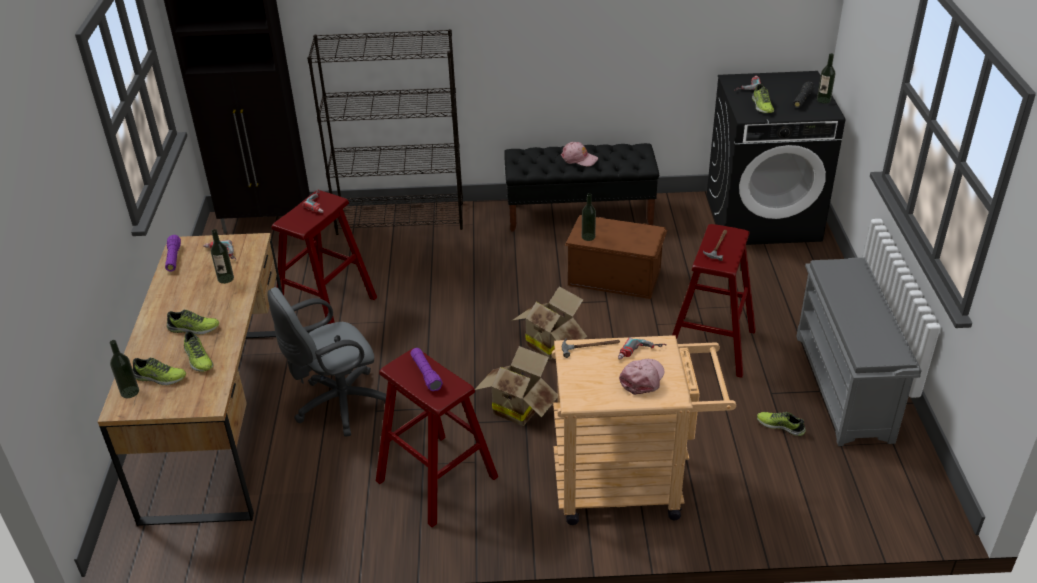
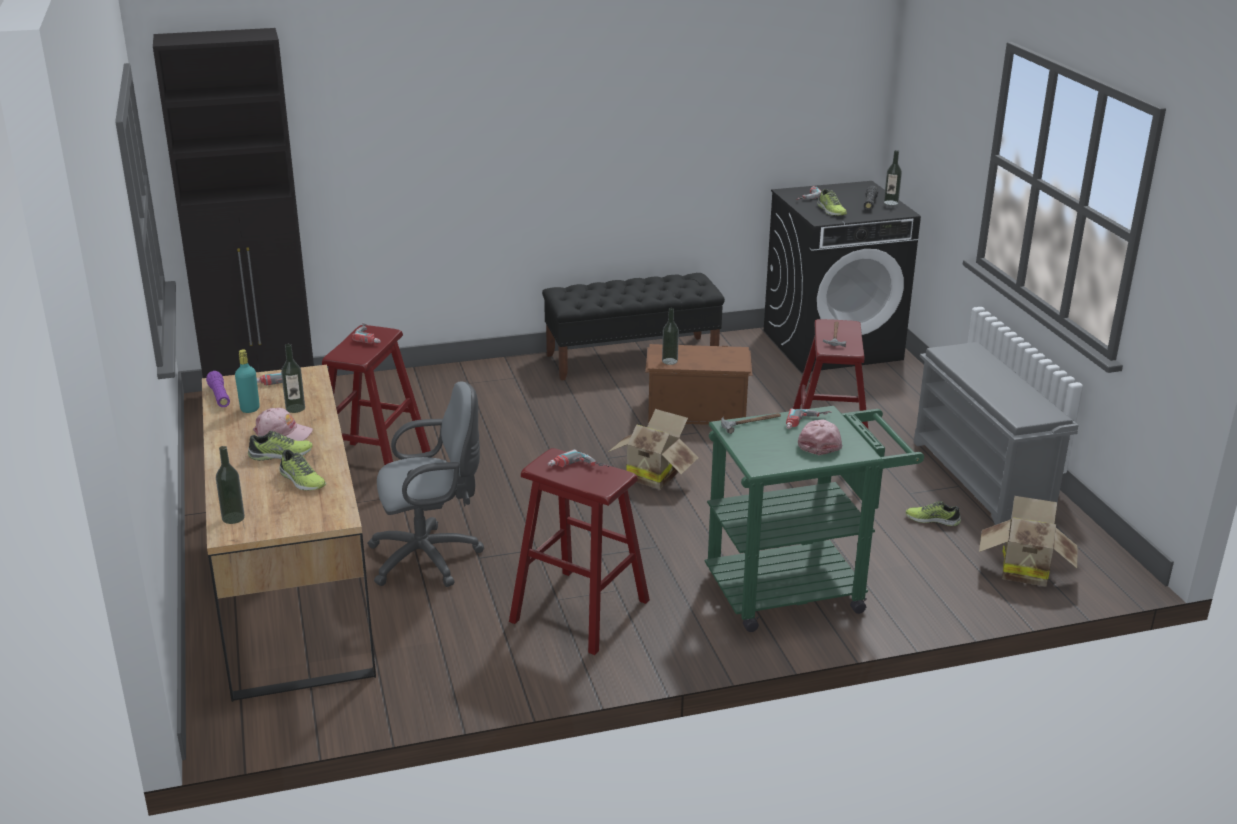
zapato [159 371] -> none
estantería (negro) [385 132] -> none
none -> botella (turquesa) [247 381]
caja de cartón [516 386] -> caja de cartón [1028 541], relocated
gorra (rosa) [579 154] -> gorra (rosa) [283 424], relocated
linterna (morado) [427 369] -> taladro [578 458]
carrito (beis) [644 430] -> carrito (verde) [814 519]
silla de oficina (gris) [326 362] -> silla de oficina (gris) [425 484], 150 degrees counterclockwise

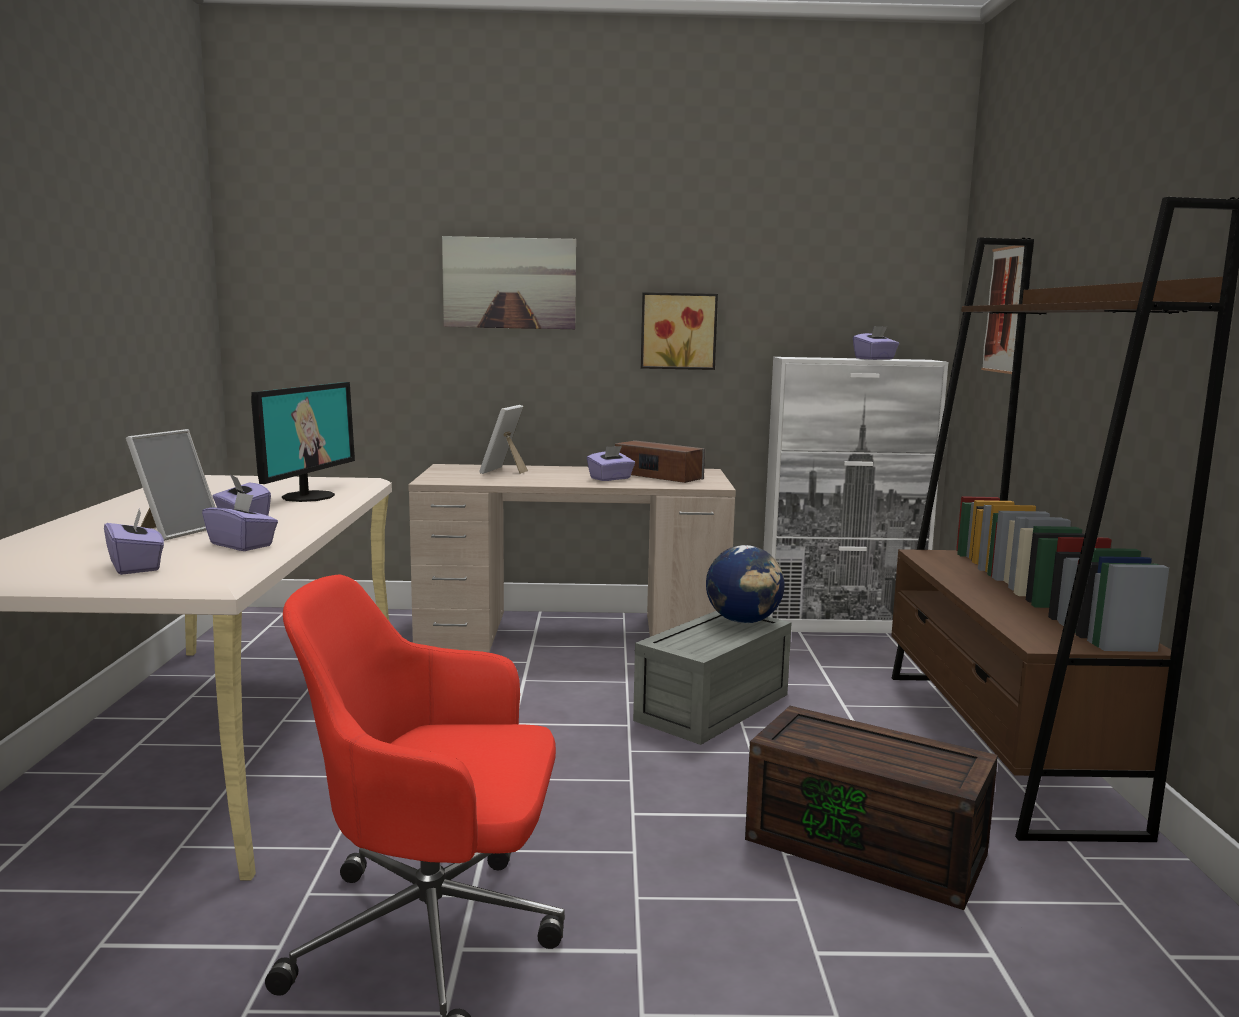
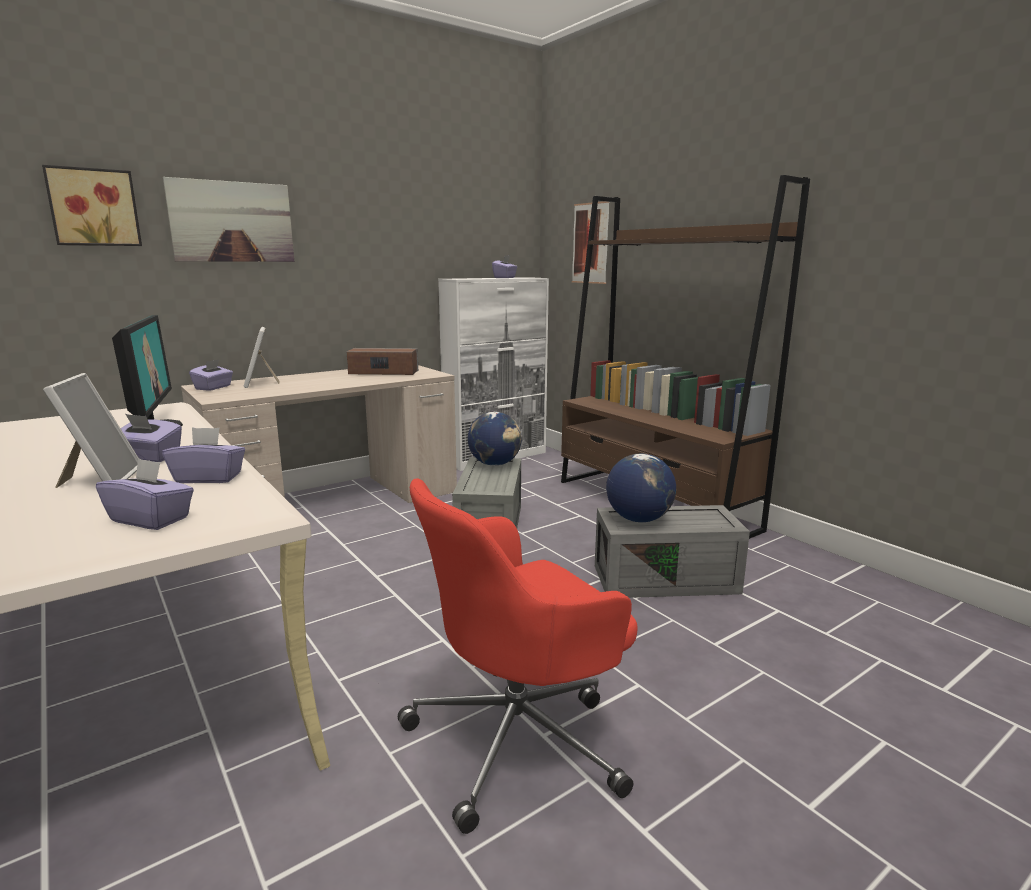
none -> globo terráqueo [641 488]
caja de pañuelos (morado) [611 463] -> caja de pañuelos (morado) [211 375], relocated
cuadro [679 331] -> cuadro [92 205], relocated
caja de almacenaje (marrón) [871 808] -> caja de almacenaje (gris) [672 551]

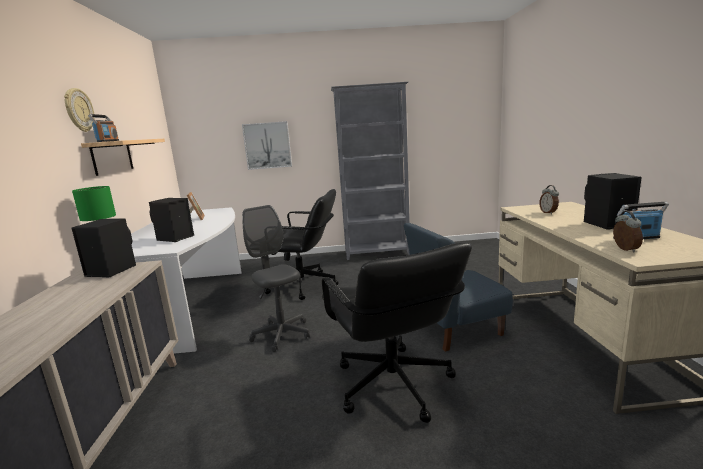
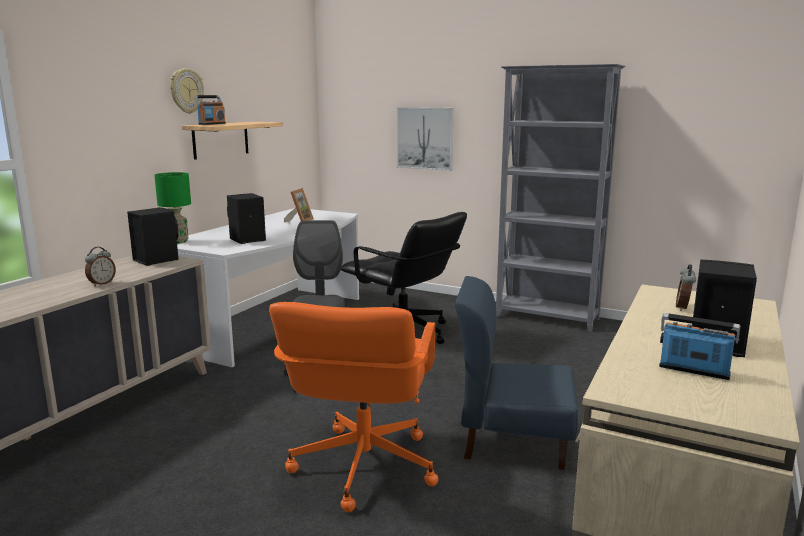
despertador [628 232] -> despertador [100 266], relocated
silla de oficina (negro) [397 333] -> silla de oficina (naranja) [353 407]

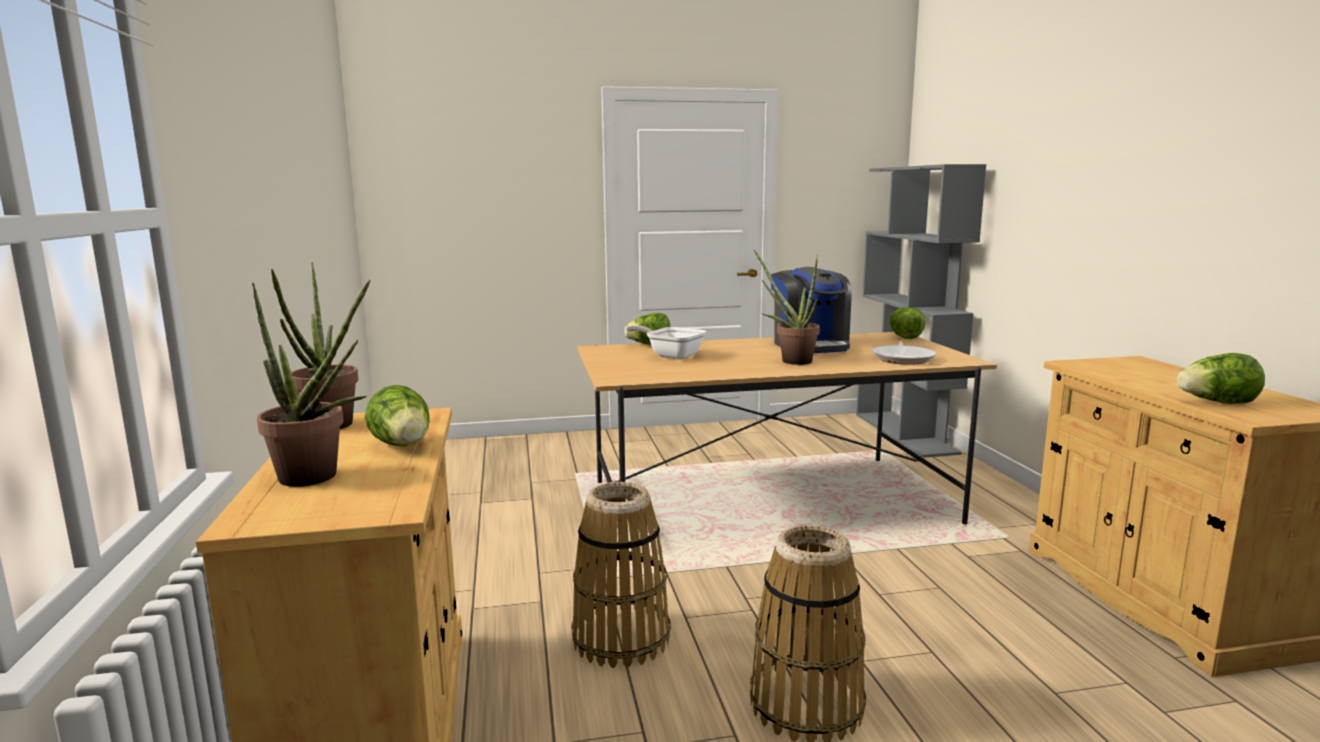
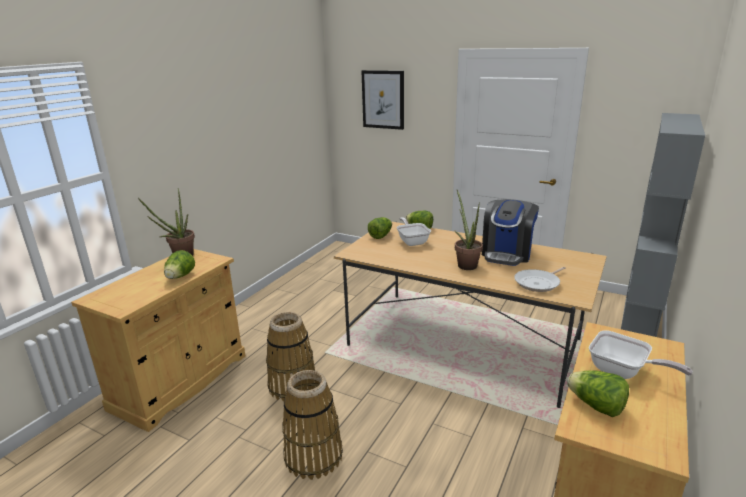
planta en maceta [311 383] -> none
none -> cuadro [382 100]
none -> sartén [641 354]
lechuga [908 323] -> lechuga [380 228], relocated

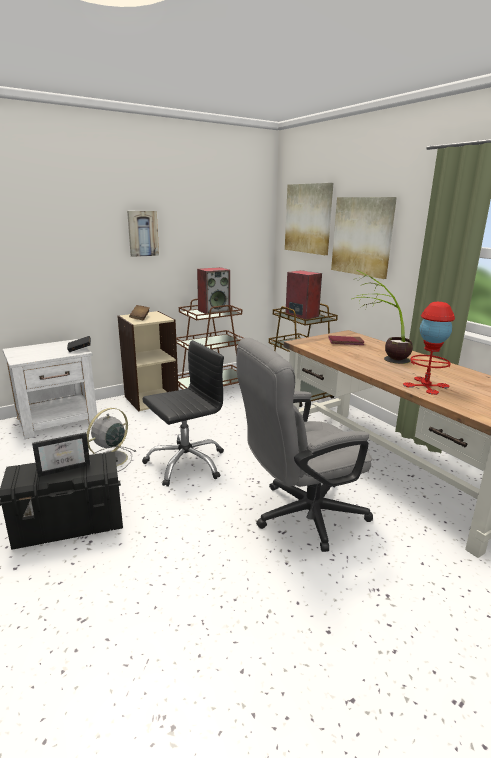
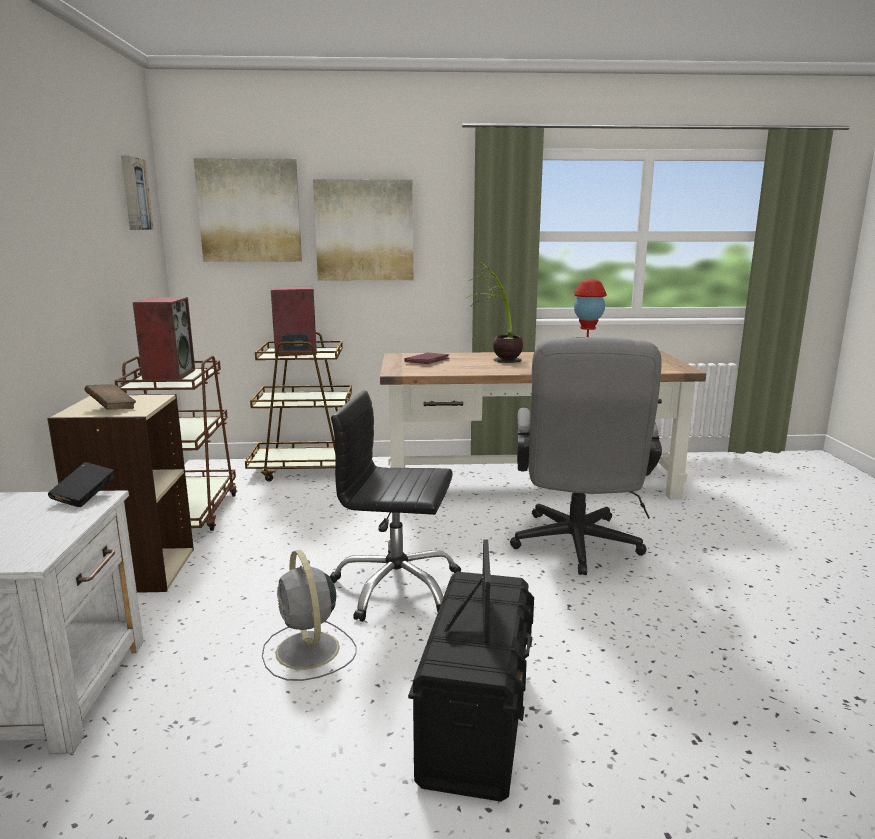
cuadro [143 234] -> cuadro [137 192], relocated
silla de oficina (negro) [183 413] -> silla de oficina (negro) [395 506], 75 degrees counterclockwise

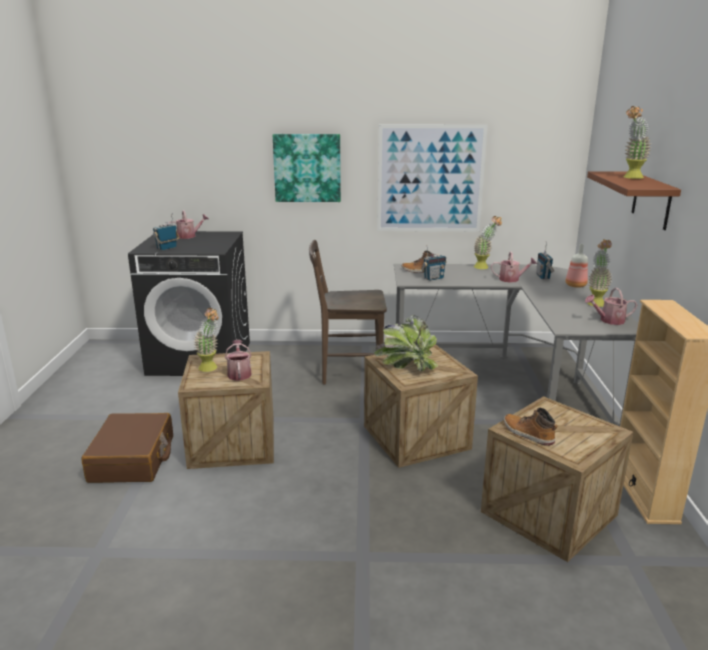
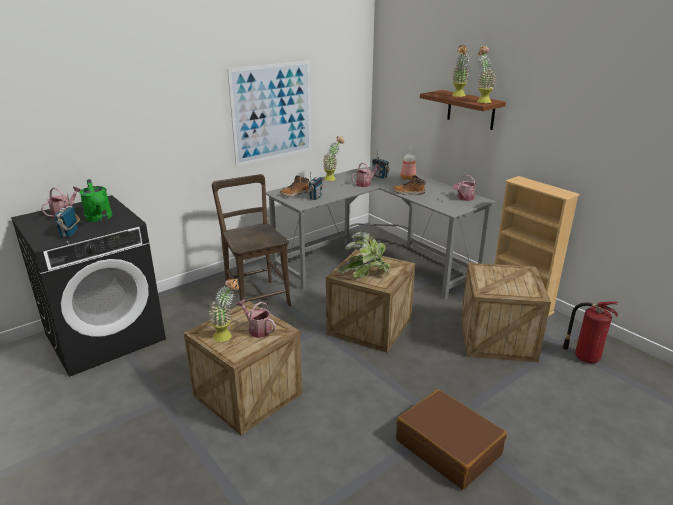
cuadro [307 168] -> none
none -> regadera (verde) [95 200]
none -> extintor [590 332]
maleta (marrón) [127 448] -> maleta (marrón) [451 439], relocated
bota [530 427] -> bota [409 185], relocated
planta en maceta [600 273] -> planta en maceta [486 74], relocated
silla (marrón) [348 312] -> silla (marrón) [251 240], 105 degrees clockwise

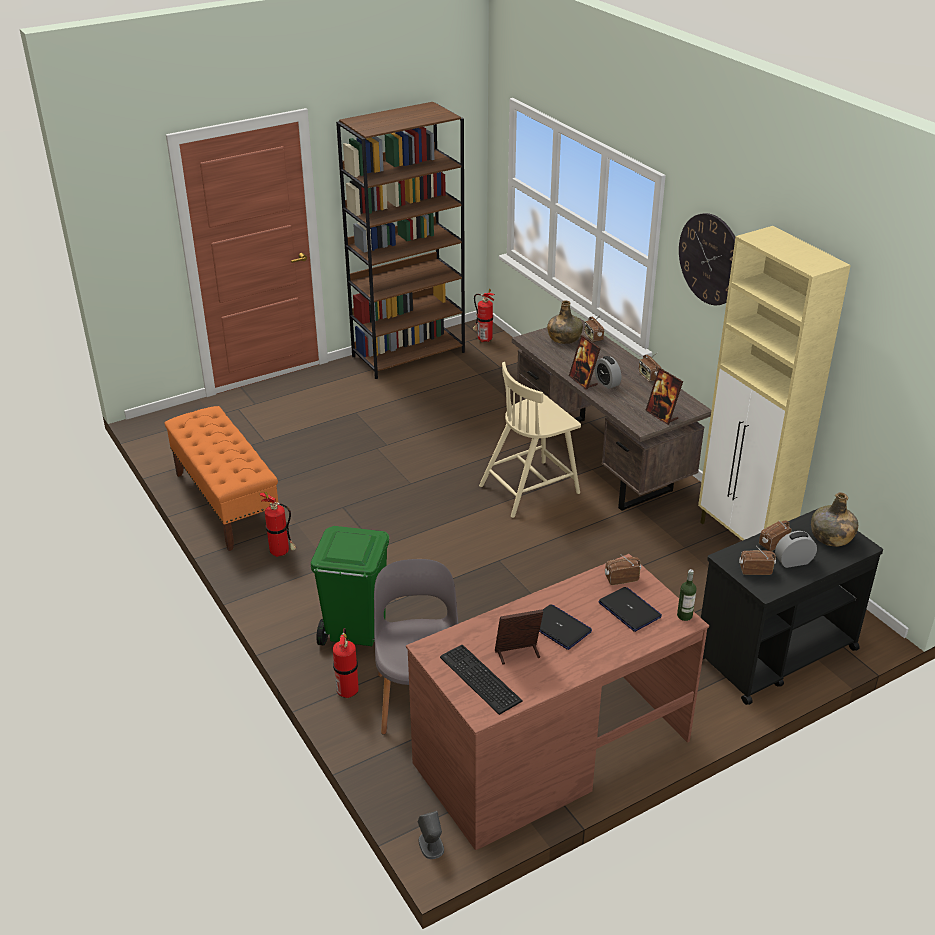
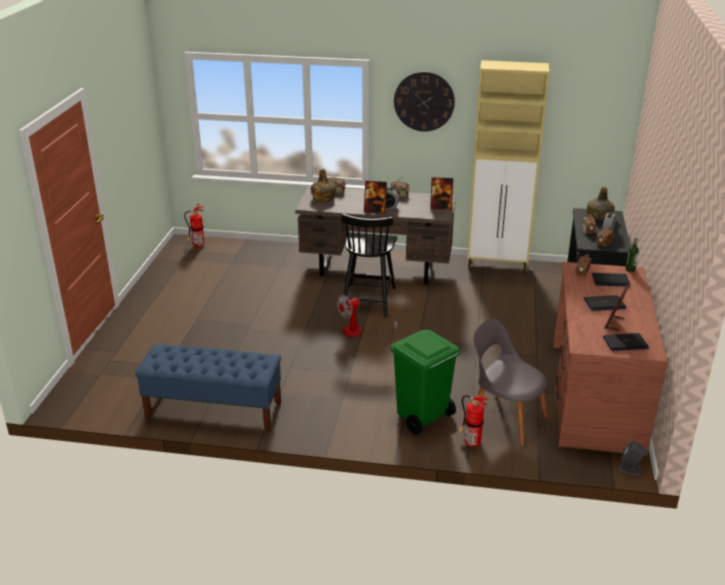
extintor [278 524] -> none
estantería (marrón) [400 240] -> none
none -> ventilador [367 318]
teclado [481 680] -> portátil [626 342]
banco (naranja) [221 478] -> banco (azul) [208 388]
silla (beis) [530 440] -> silla (negro) [369 266]

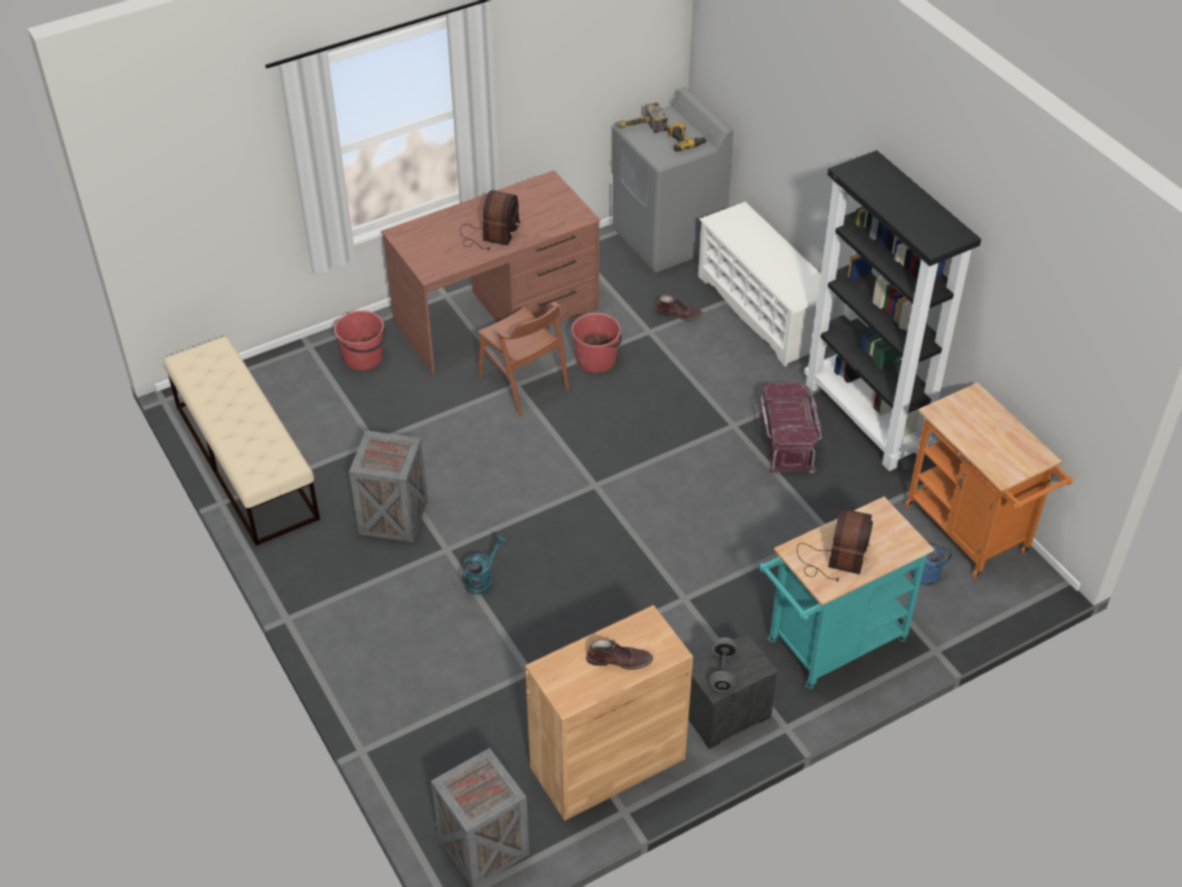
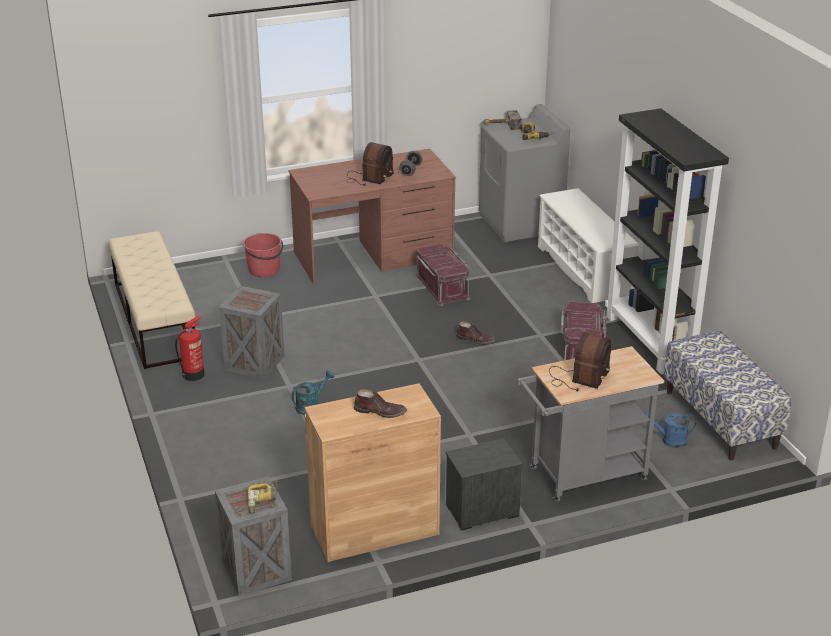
silla (marrón) [523 359] -> none
none -> extintor [190 348]
none -> taladro [262 497]
bota (marrón) [679 307] -> bota (marrón) [475 333], relocated
mancuerna (gris) [723 664] -> mancuerna (gris) [410 163], relocated
cubo (rojo) [596 343] -> caja de almacenaje (rojo) [443 275]
carrito (naranja) [989 480] -> banco [728 395]
carrito (turquesa) [846 593] -> carrito (gris) [590 424]

